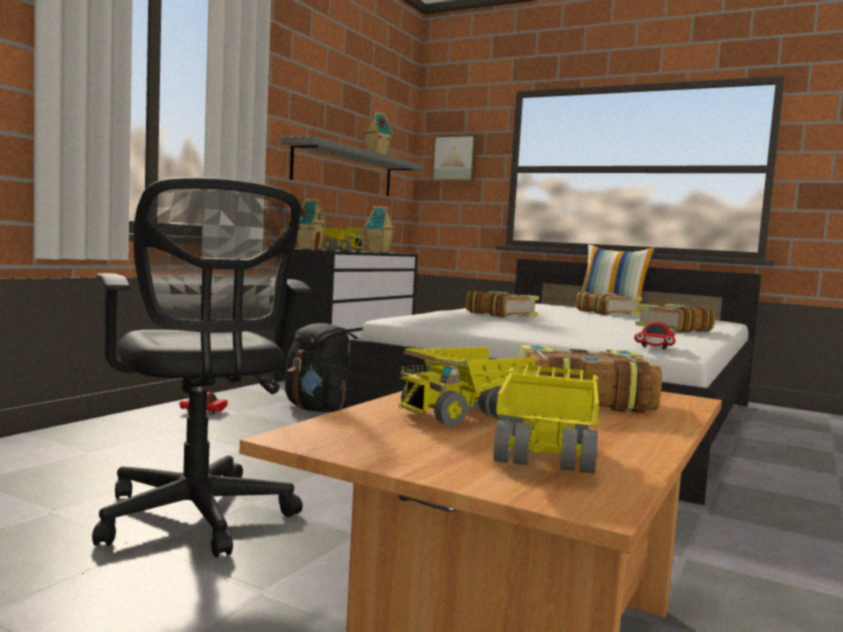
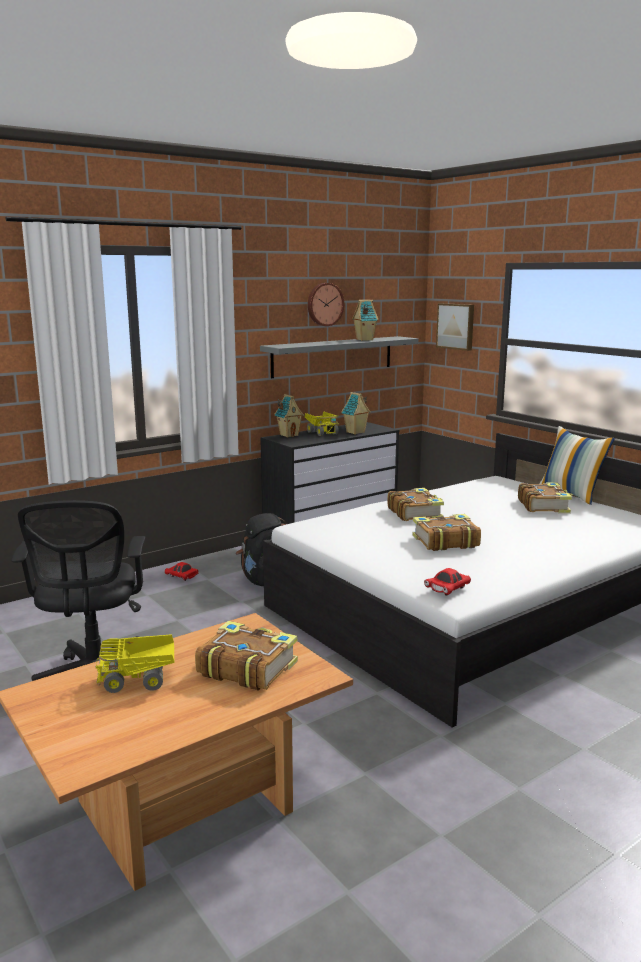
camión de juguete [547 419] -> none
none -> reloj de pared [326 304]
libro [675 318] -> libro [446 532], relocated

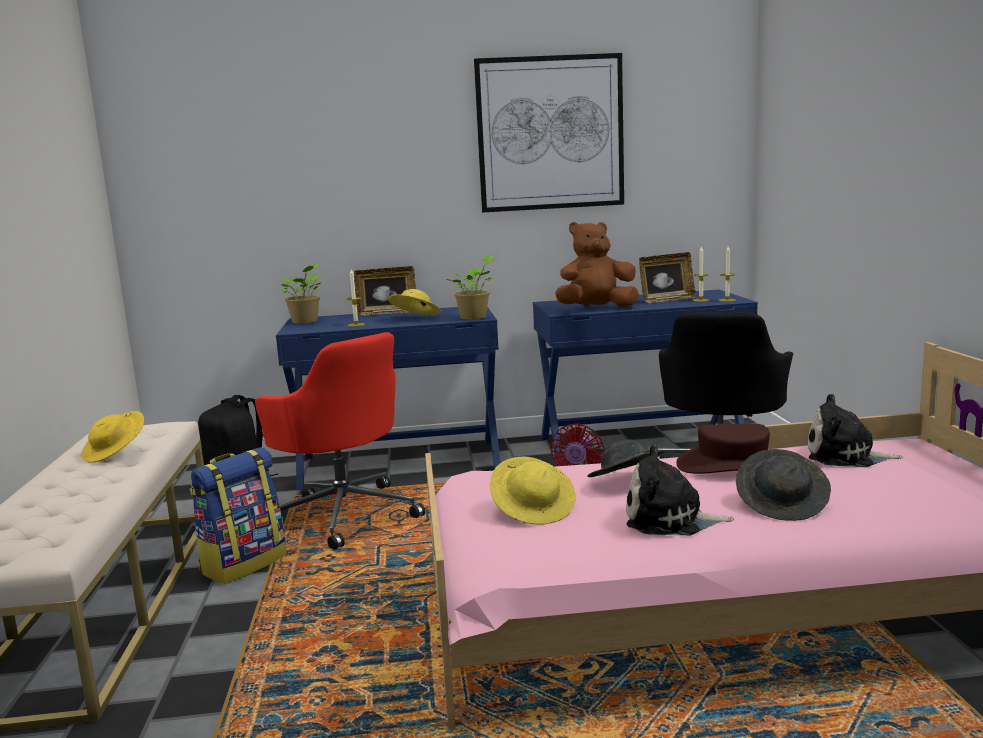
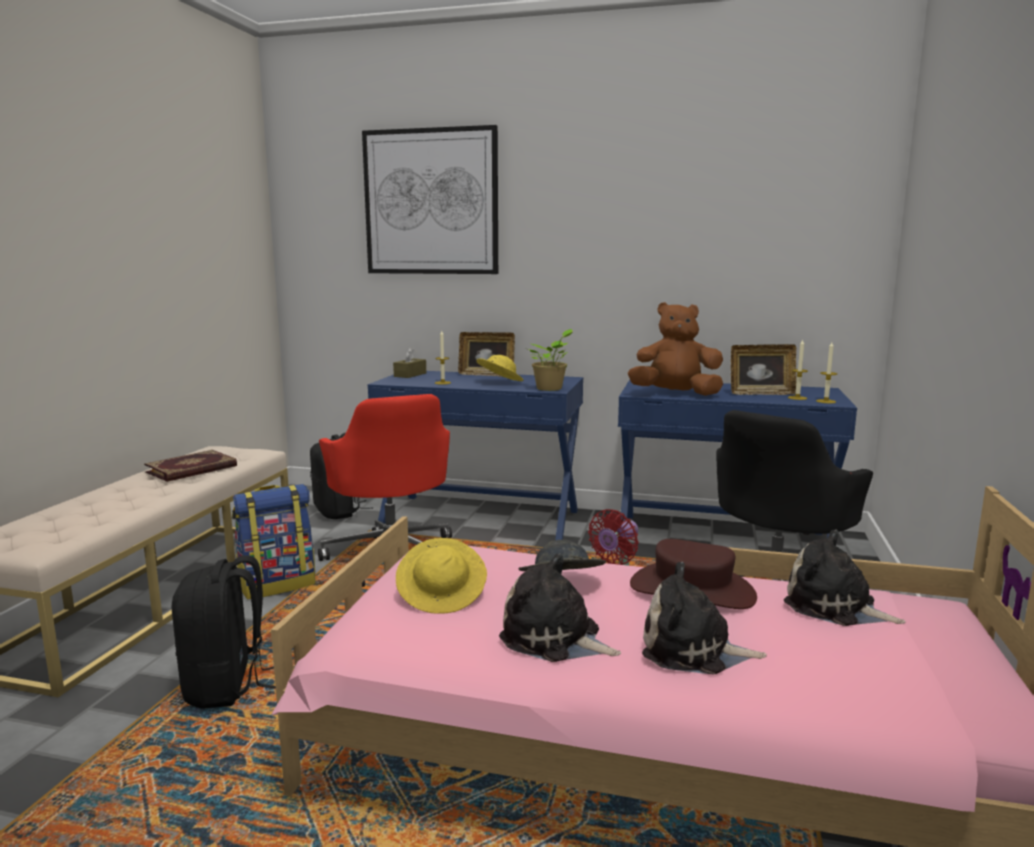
none -> mochila (negro) [224 632]
cuadro [549 132] -> cuadro [430 199], relocated
sombrero (amarillo) [112 437] -> libro [190 466]
planta en maceta [301 293] -> caja de pañuelos (marrón) [409 362]
sombrero (gris) [783 485] -> peluche [704 618]

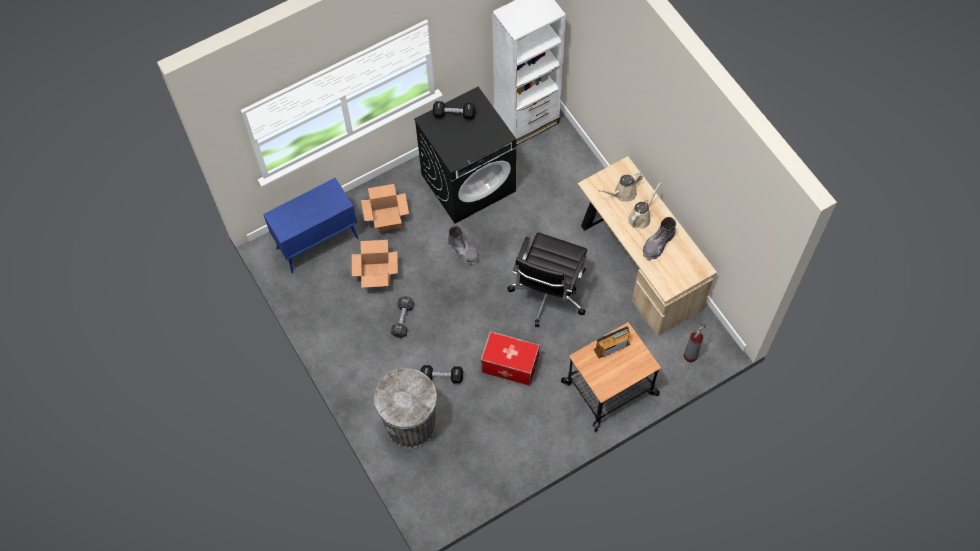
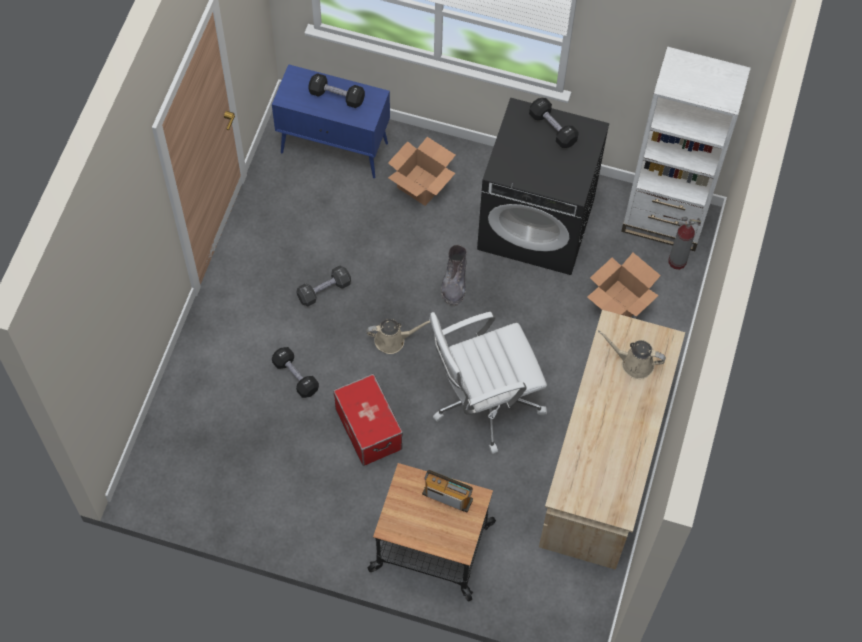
papelera (gris) [405 408] -> none
bota (gris) [659 238] -> none
none -> mancuerna (negro) [336 90]
caja de cartón [375 264] -> caja de cartón [624 285], relocated
regadera (beis) [644 206] -> regadera (beis) [398 336], relocated
extintor [695 342] -> extintor [684 243], relocated
silla de oficina (negro) [547 280] -> silla de oficina (blanco) [488 383]

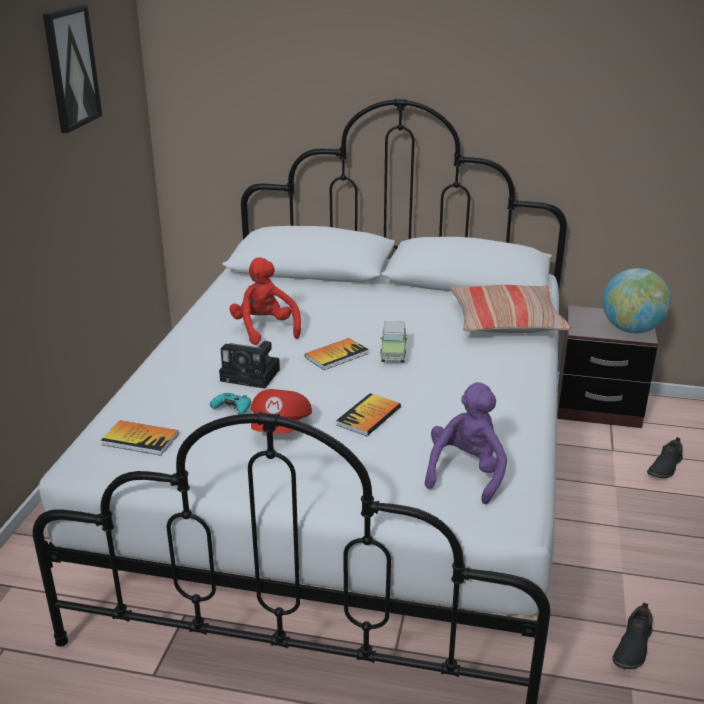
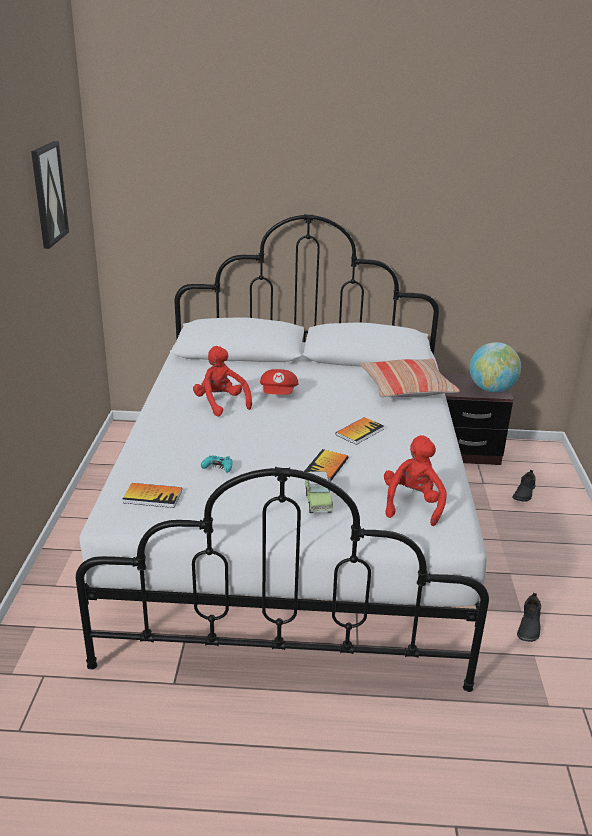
cámara [249 365] -> none
gorra (rojo) [281 411] -> gorra (rojo) [279 382], relocated
libro [337 354] -> libro [360 431], relocated
coche de juguete [394 342] -> coche de juguete [319 492], relocated
peluche (morado) [466 443] -> peluche (rojo) [415 480]

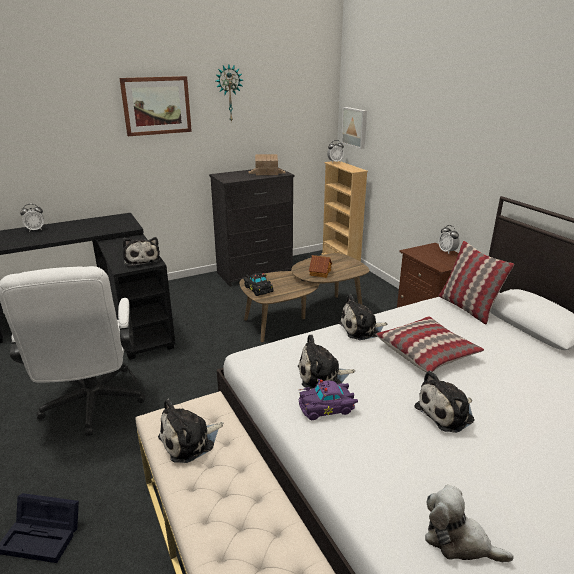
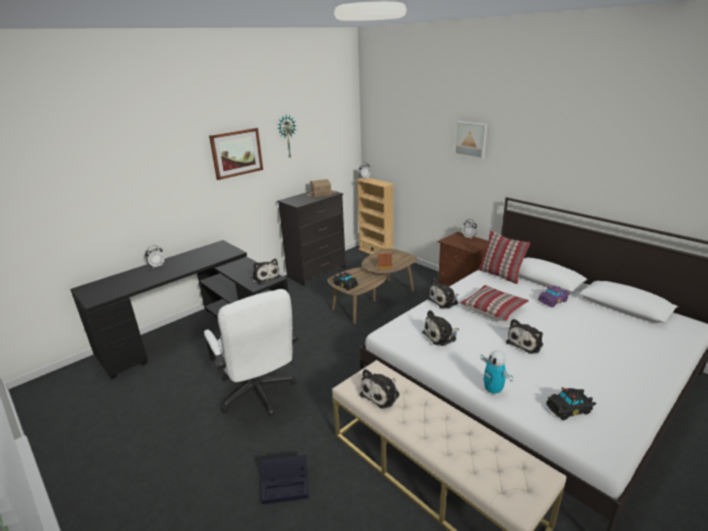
none -> robot de juguete [497 373]
coche de juguete (morado) [328 399] -> coche de juguete (morado) [554 296], relocated
cuadro [354 128] -> cuadro [470 140], relocated
peluche [469 523] -> coche de juguete (negro) [571 403]

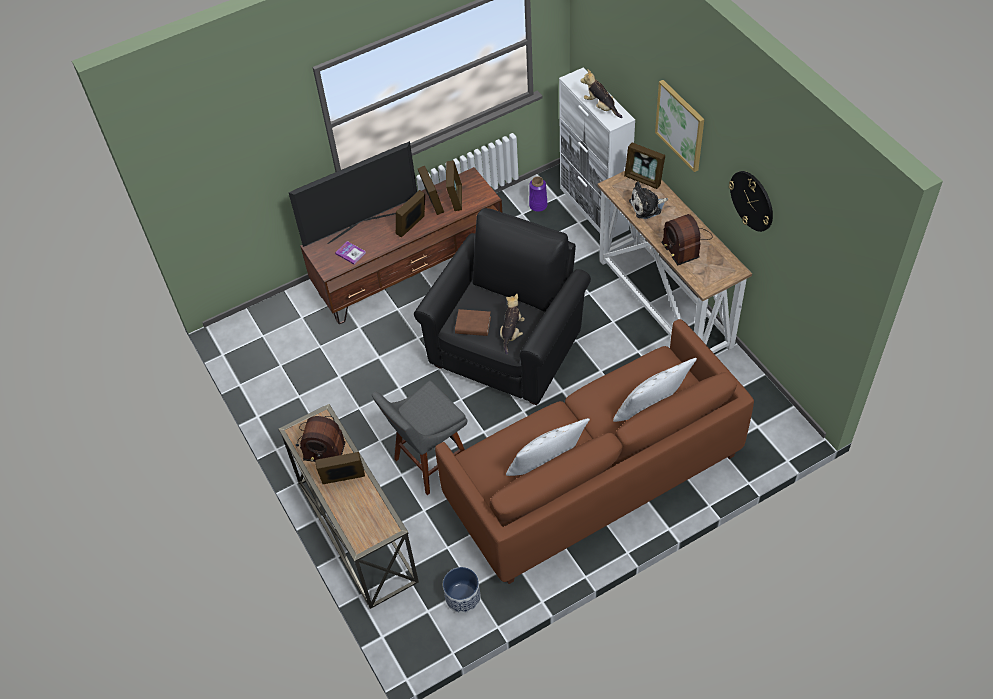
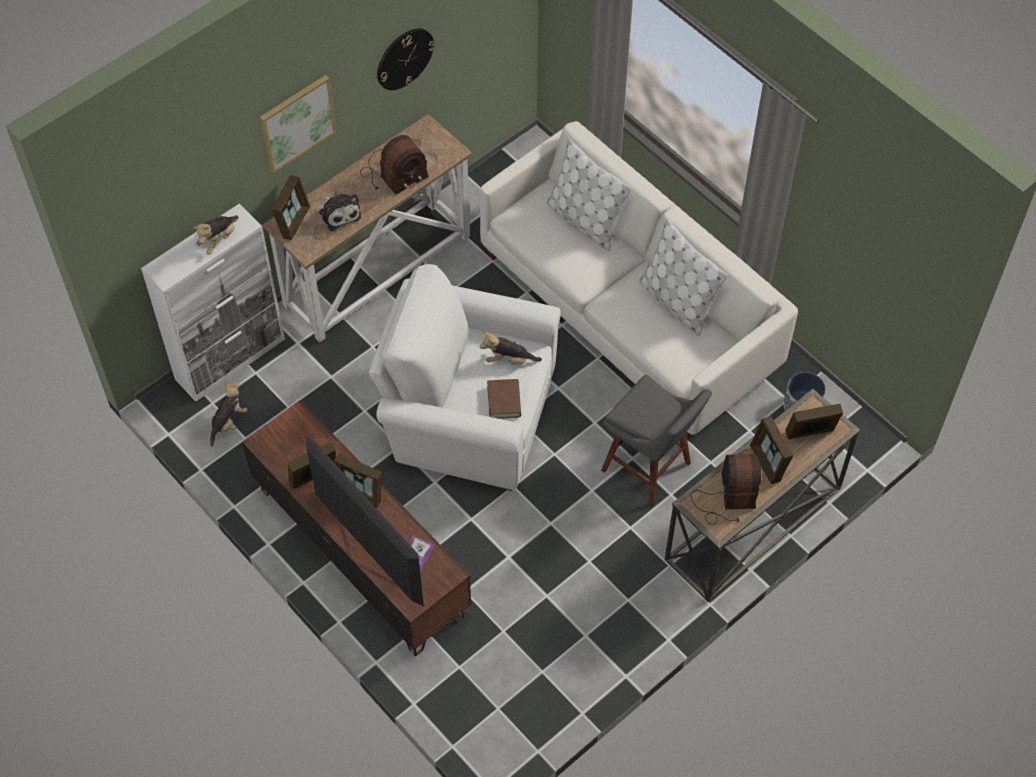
portarretratos [454 185] -> portarretratos [814 421], relocated
florero (morado) [538 194] -> peluche [228 415]
sillón (negro) [502 306] -> sillón (blanco) [465 377]
sofá (marrón) [594 451] -> sofá (blanco) [639 279]

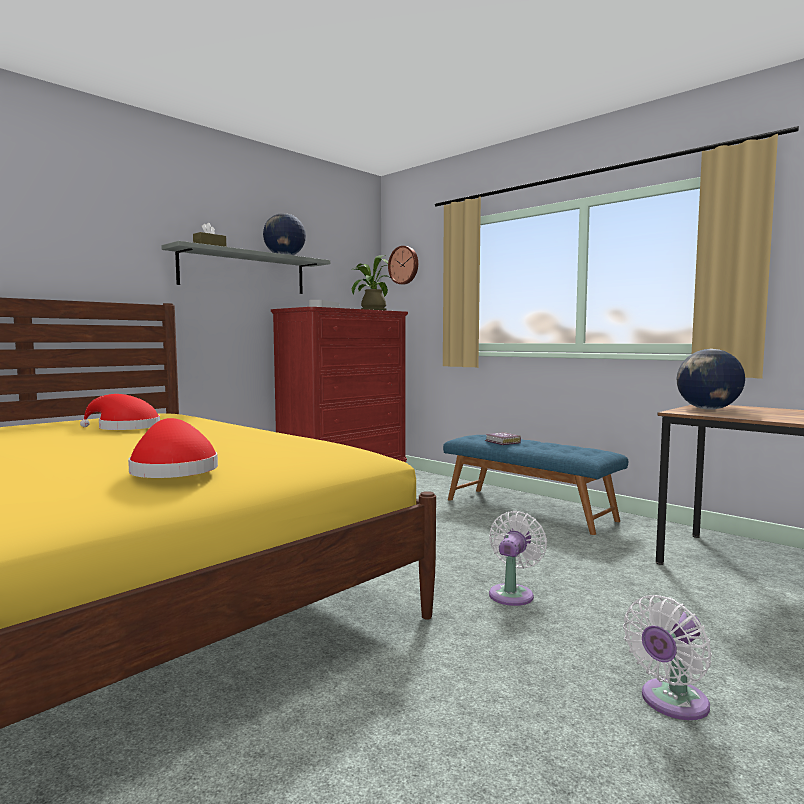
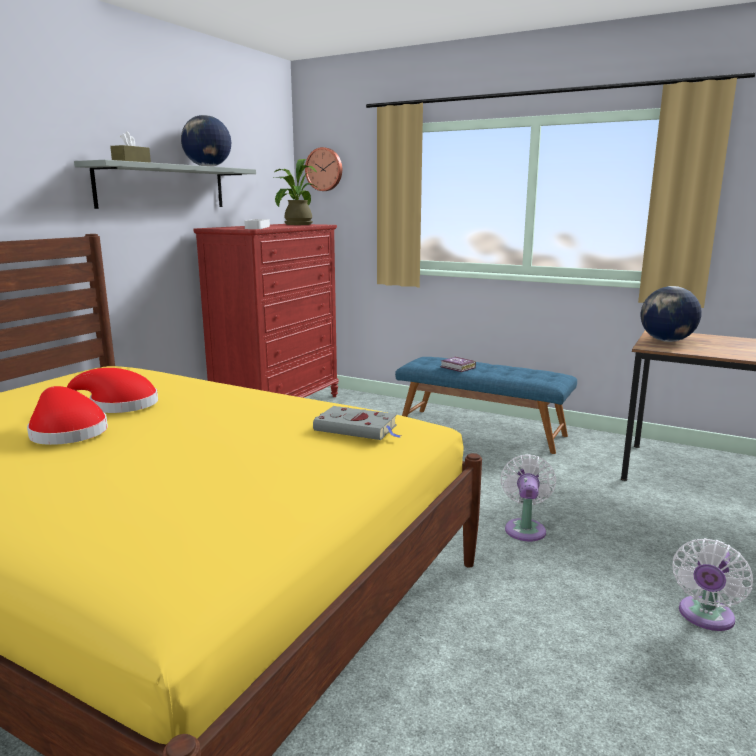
none -> libro (gris) [357 423]
sombrero (rojo) [173 448] -> sombrero (rojo) [67 415], relocated

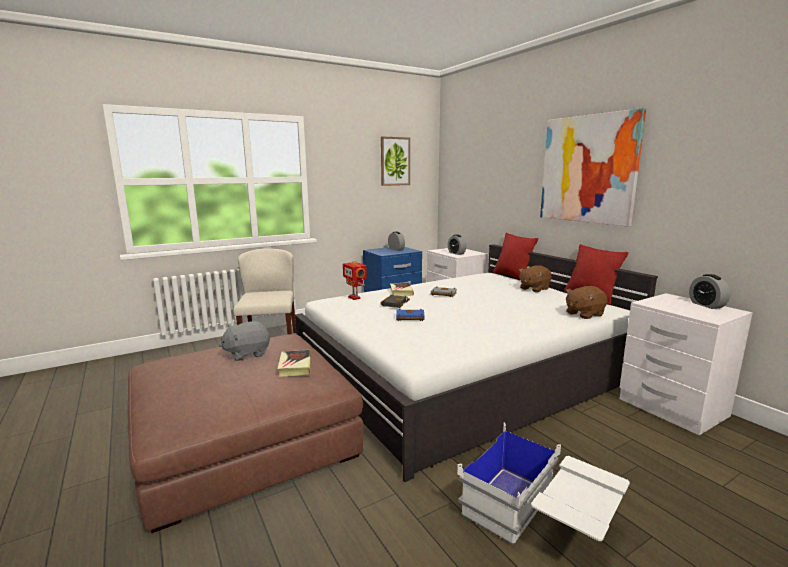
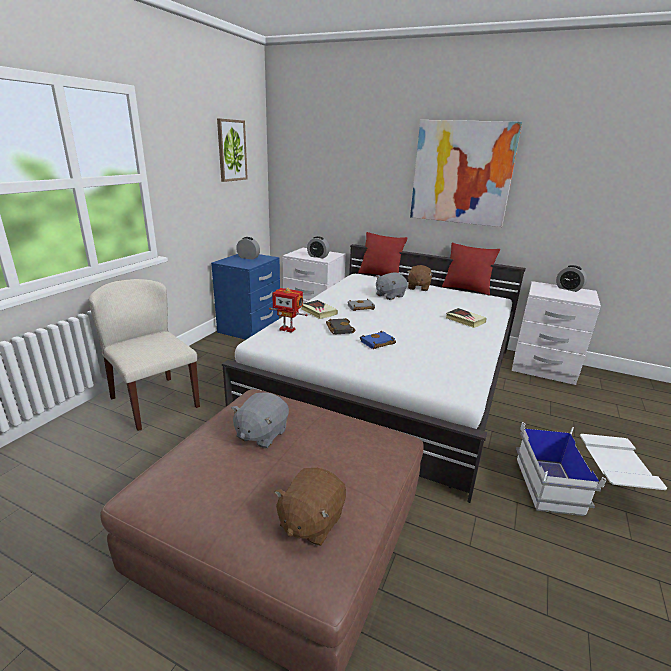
none -> peluche (gris) [391 286]
libro [294 363] -> libro [466 318], relocated
peluche (marrón) [587 302] -> peluche (marrón) [310 507], relocated

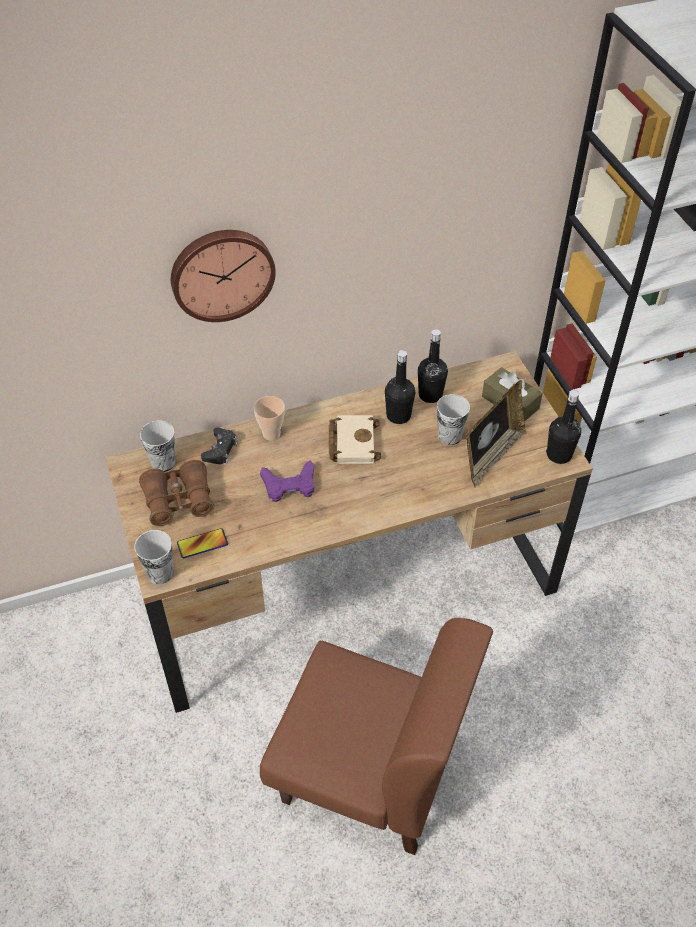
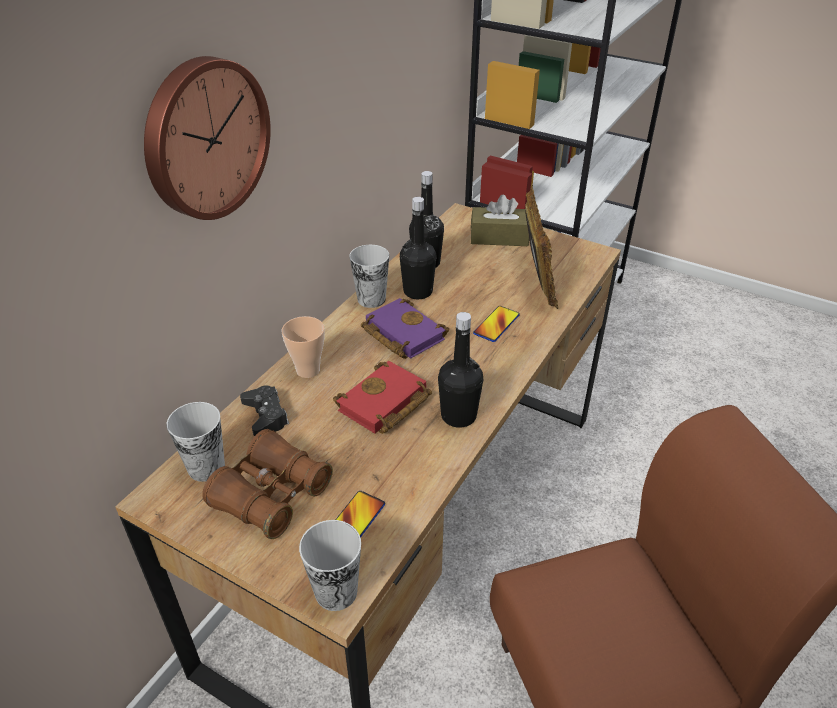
none -> móvil [496 324]
taza [453 419] -> taza [369 276], relocated
botella (negro) [563 427] -> botella (negro) [460 370], relocated
mando de consola (morado) [287 481] -> libro (rojo) [382 397]
libro (beis) [355 439] -> libro (morado) [405 328]

